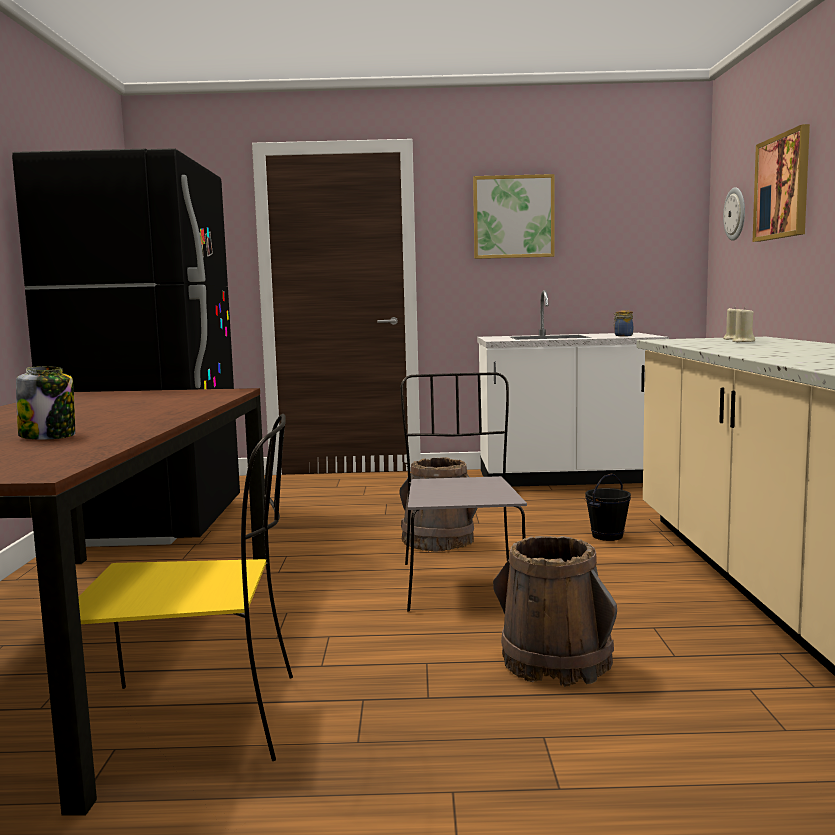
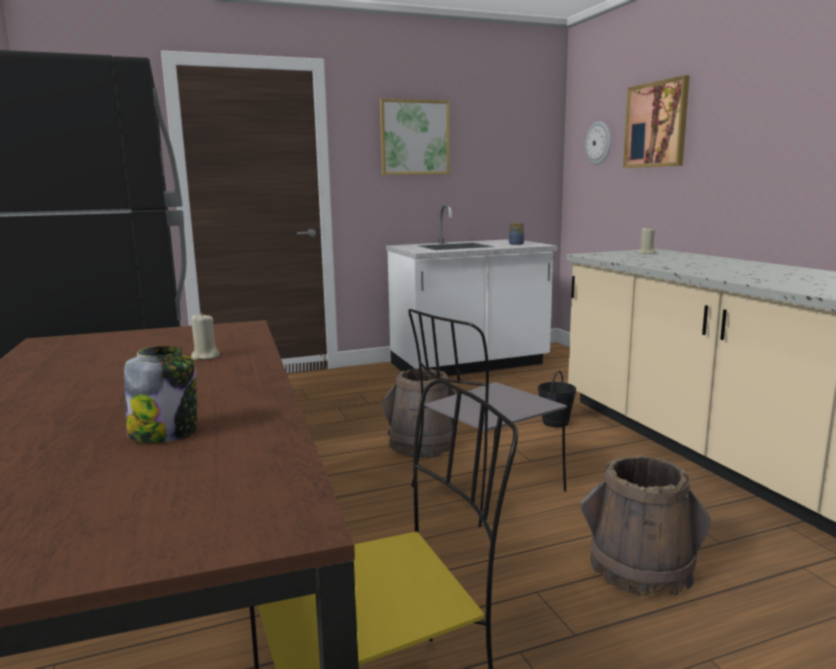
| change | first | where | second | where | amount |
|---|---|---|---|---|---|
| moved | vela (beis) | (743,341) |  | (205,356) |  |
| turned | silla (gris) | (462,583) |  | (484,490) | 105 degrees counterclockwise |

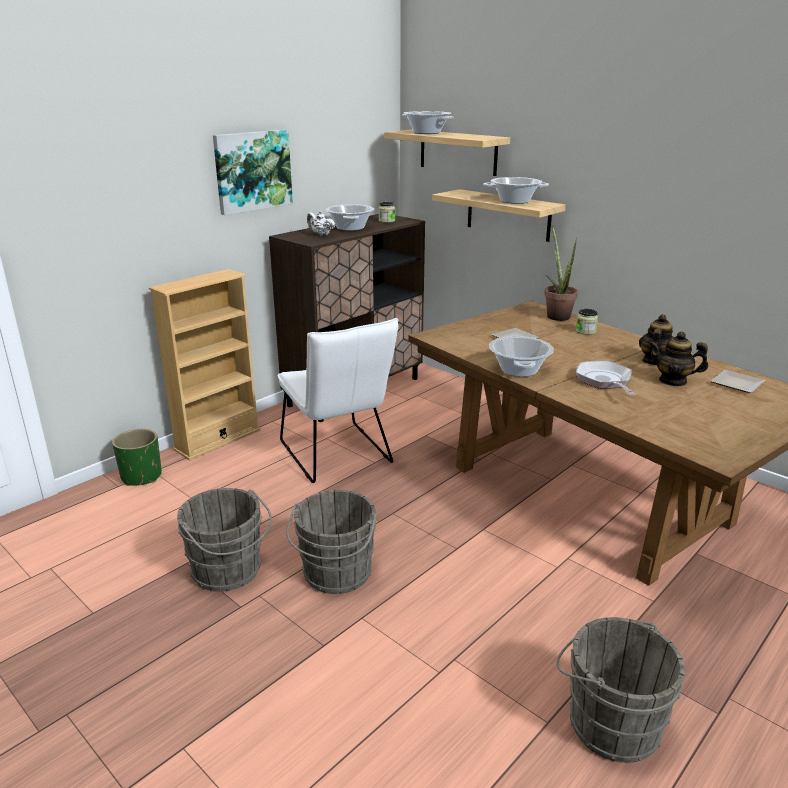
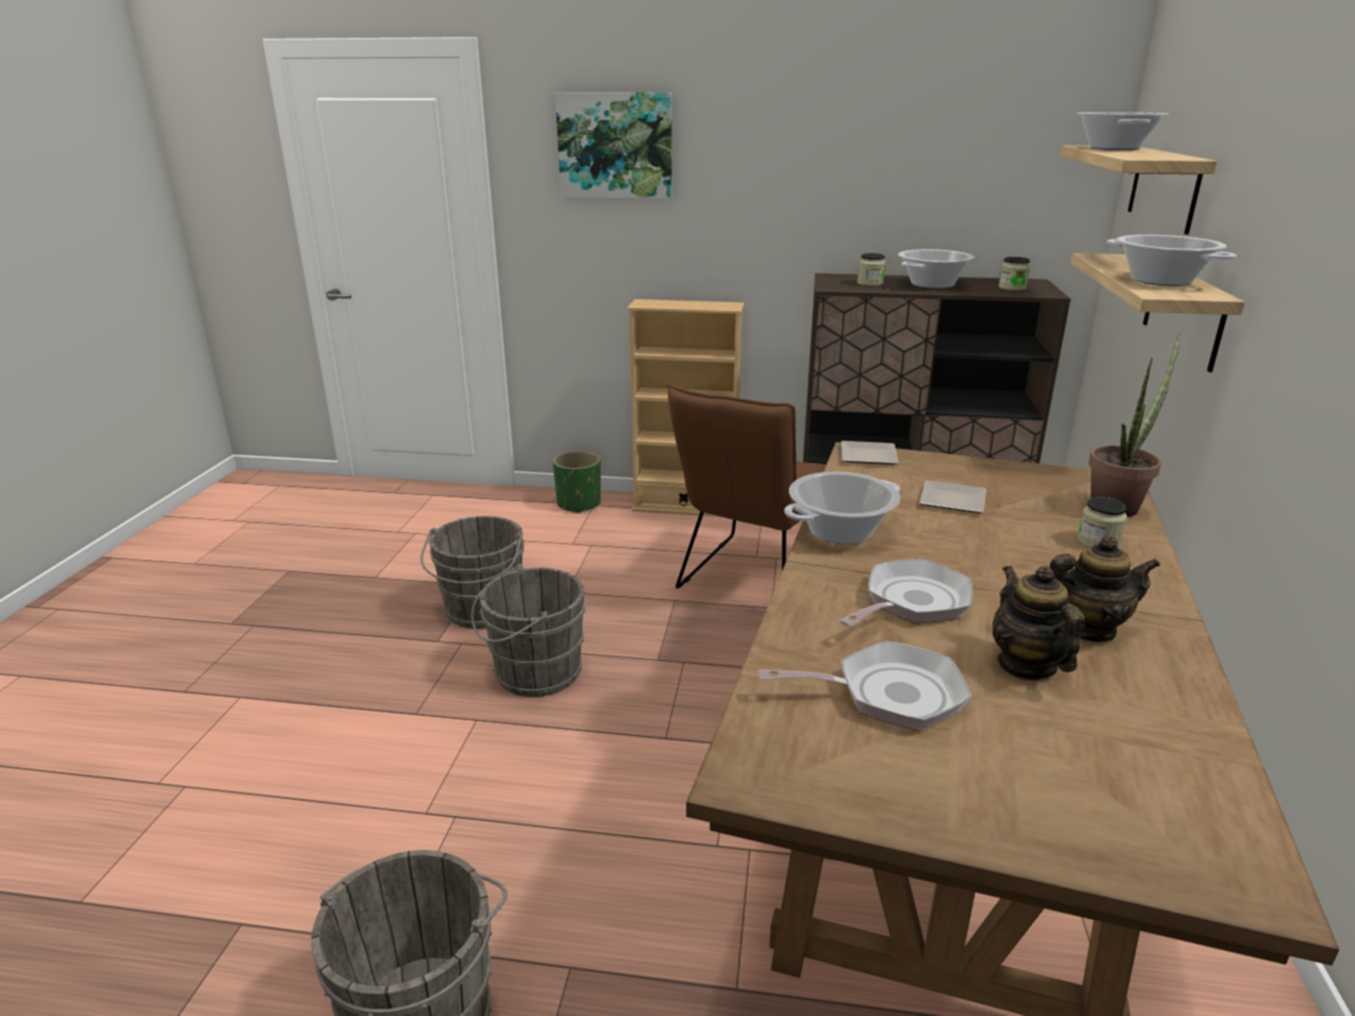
| change | first | where | second | where | amount |
|---|---|---|---|---|---|
| added |  |  | sartén | (889,694) |  |
| moved | cuadro | (252,171) |  | (615,145) |  |
| moved | plato | (734,384) |  | (866,455) |  |
| replaced | tetera (blanco) | (320,235) | tarro | (870,283) |  |
| recoloured | silla (blanco) | (338,456) | silla (marrón) | (751,580) |  |

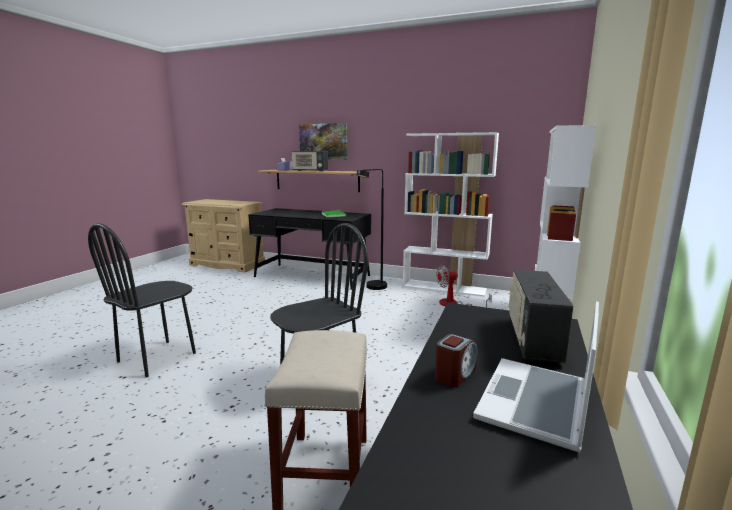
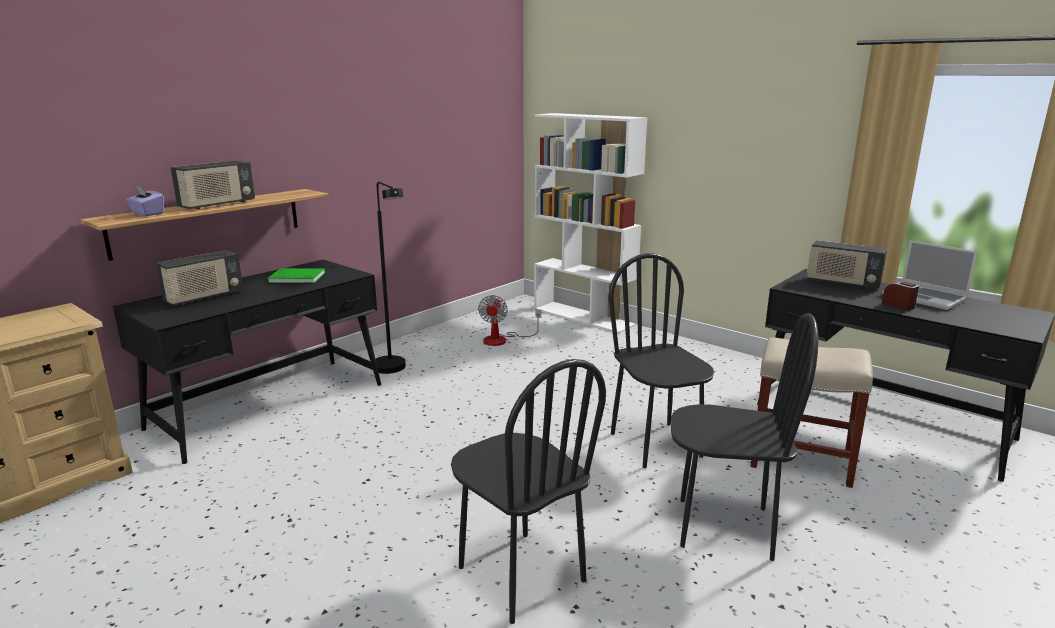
| change | first | where | second | where | amount |
|---|---|---|---|---|---|
| removed | cuadro | (323,141) |  |  |  |
| removed | estantería (blanco) | (444,288) |  |  |  |
| added |  |  | radio | (204,297) |  |
| added |  |  | silla (negro) | (724,527) |  |

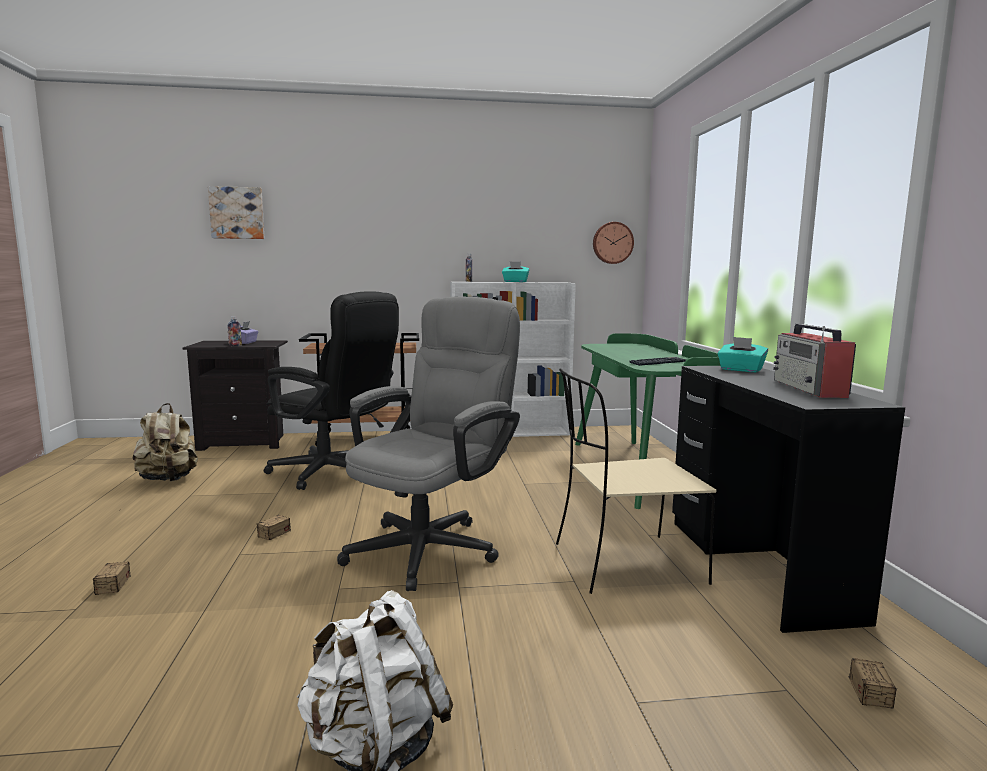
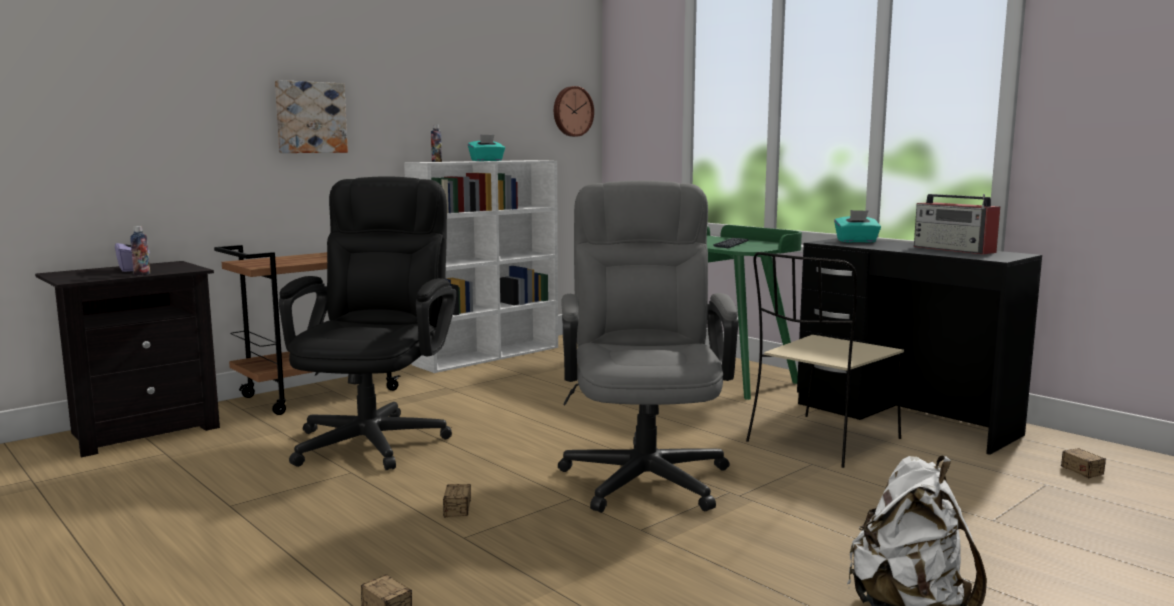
| change | first | where | second | where | amount |
|---|---|---|---|---|---|
| removed | mochila (beis) | (168,479) |  |  |  |
| moved | cuadro | (237,213) |  | (310,117) |  |
| turned | silla de oficina (negro) | (334,473) |  | (376,437) | 75 degrees counterclockwise |

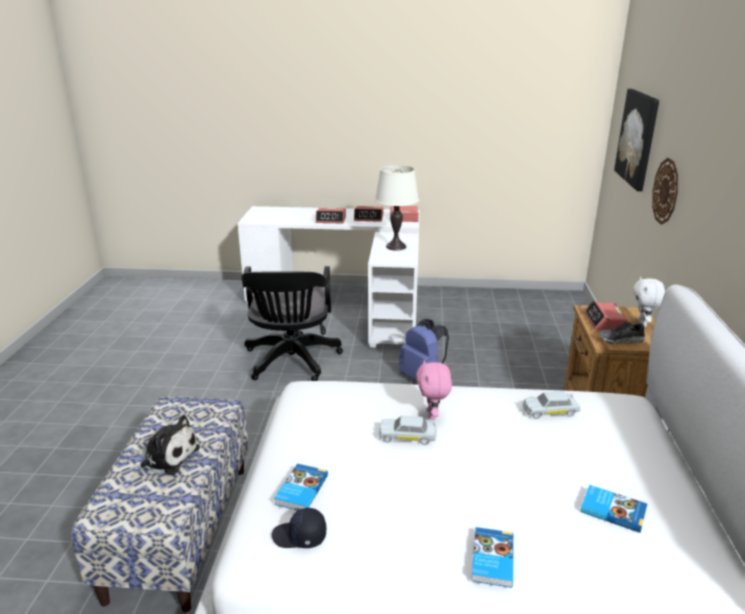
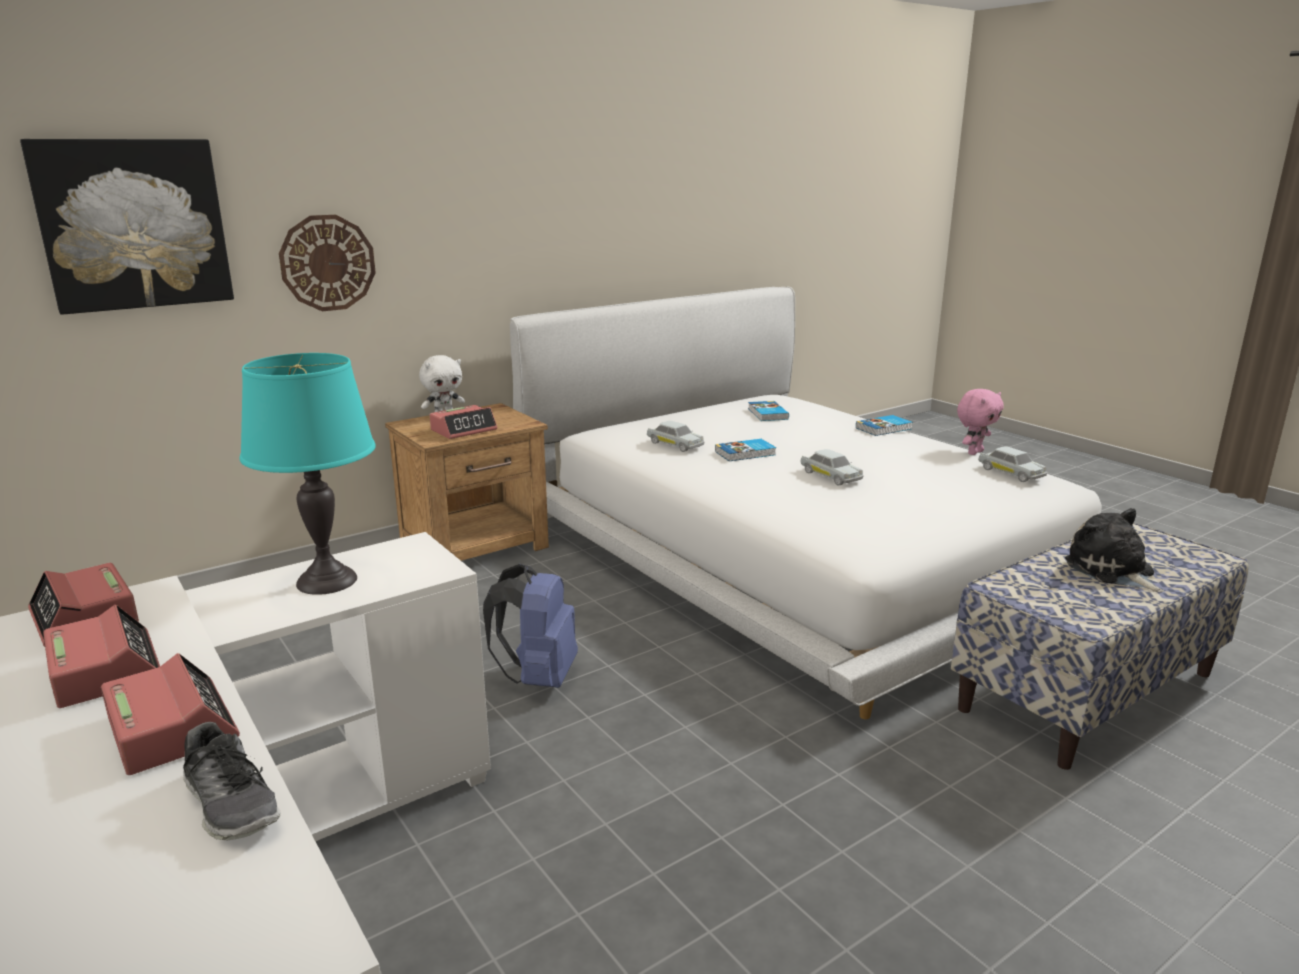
| change | first | where | second | where | amount |
|---|---|---|---|---|---|
| removed | silla de oficina (negro) | (291,362) |  |  |  |
| moved | libro | (300,490) |  | (746,453) |  |
| moved | peluche (rosa) | (432,415) |  | (974,452) |  |
| moved | zapato | (620,340) |  | (232,804) |  |
| replaced | gorra (negro) | (299,537) | coche de juguete (blanco) | (1010,473) |  |
| recoloured | lámpara de mesa (blanco) | (395,246) | lámpara de mesa (turquesa) | (327,581) |  |

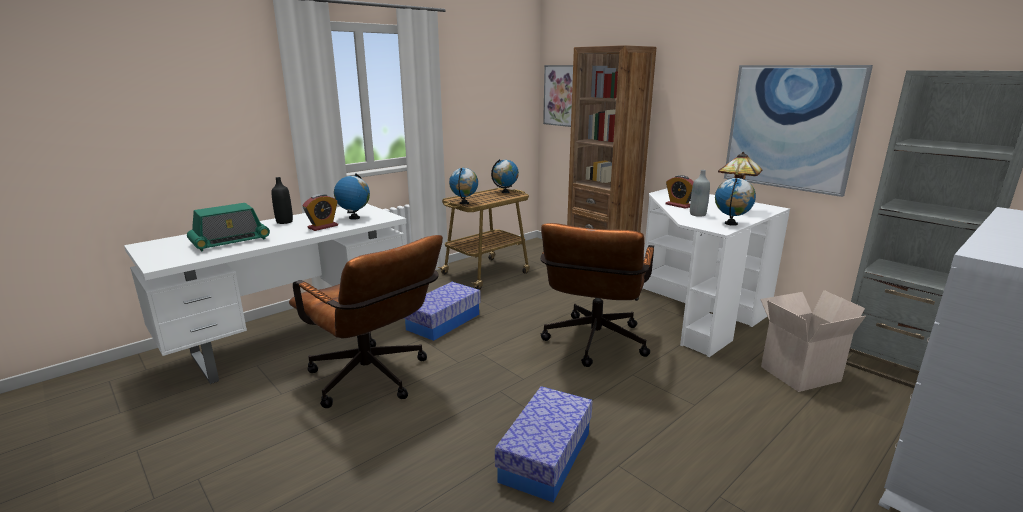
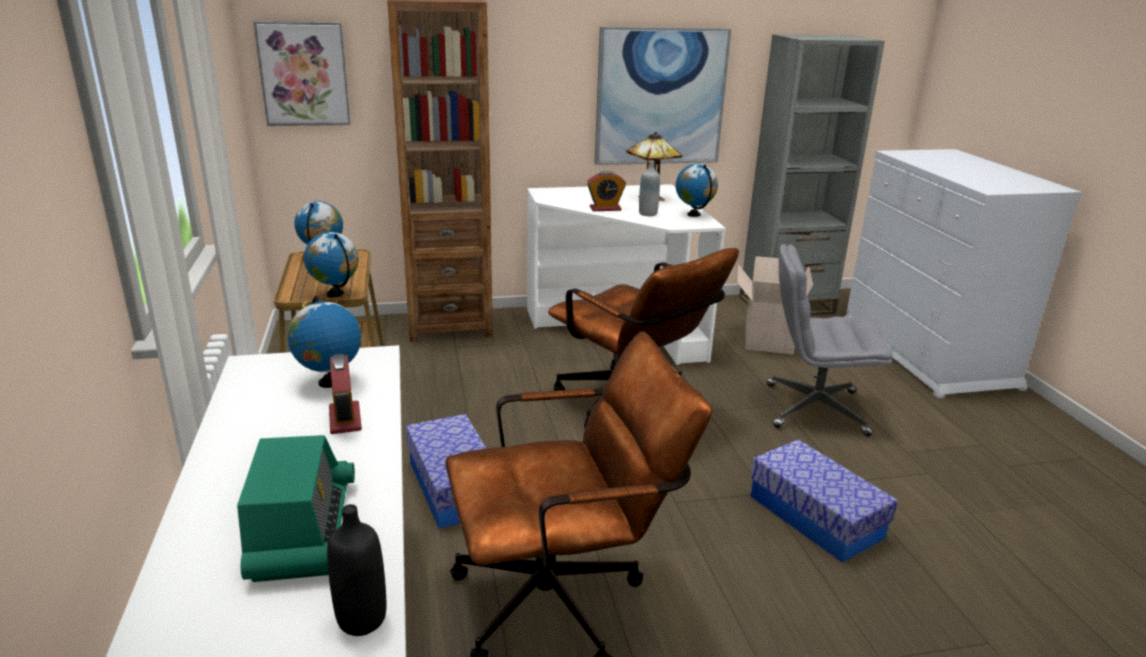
| change | first | where | second | where | amount |
|---|---|---|---|---|---|
| added |  |  | silla de oficina (gris) | (813,409) |  |
| moved | botella (negro) | (284,222) |  | (361,619) |  |

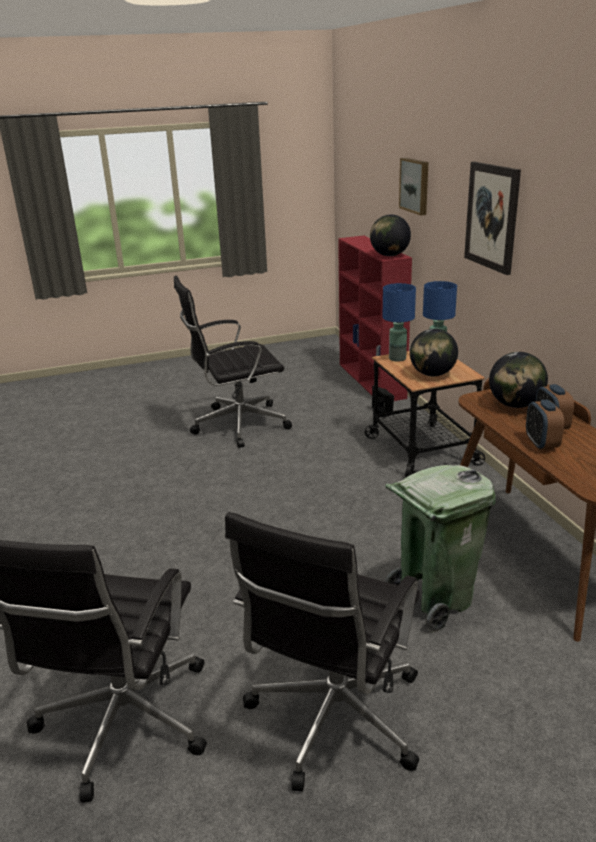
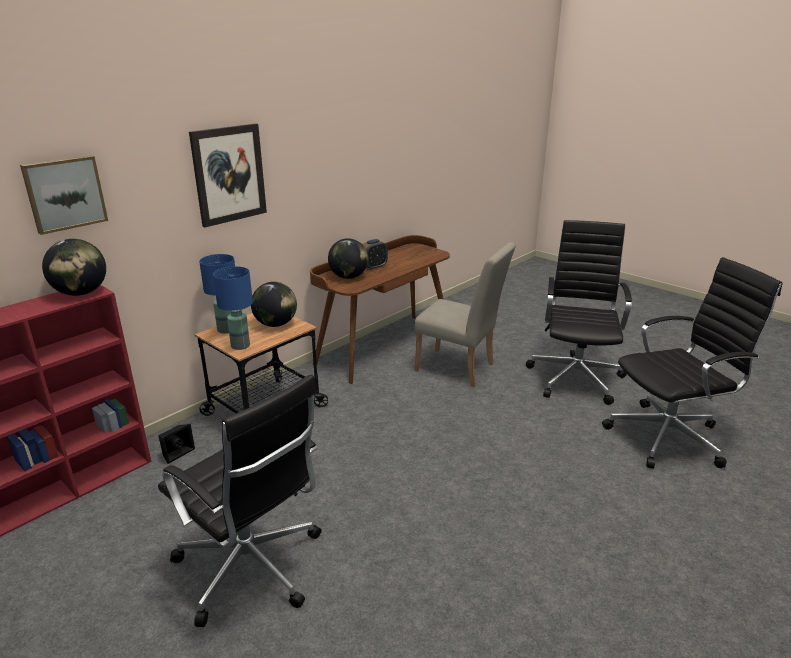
| change | first | where | second | where | amount |
|---|---|---|---|---|---|
| removed | despertador | (541,443) |  |  |  |
| replaced | papelera (verde) | (434,599) | silla (beis) | (460,369) |  |
| turned | silla de oficina (negro) | (333,719) |  | (575,377) | 75 degrees counterclockwise |

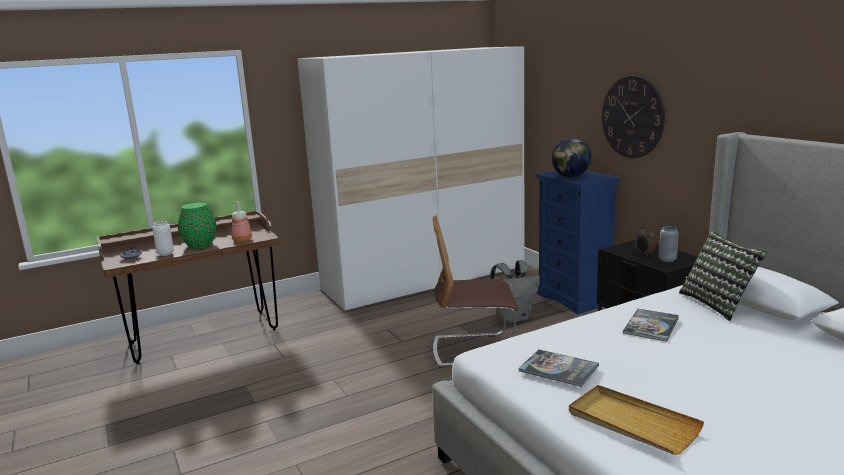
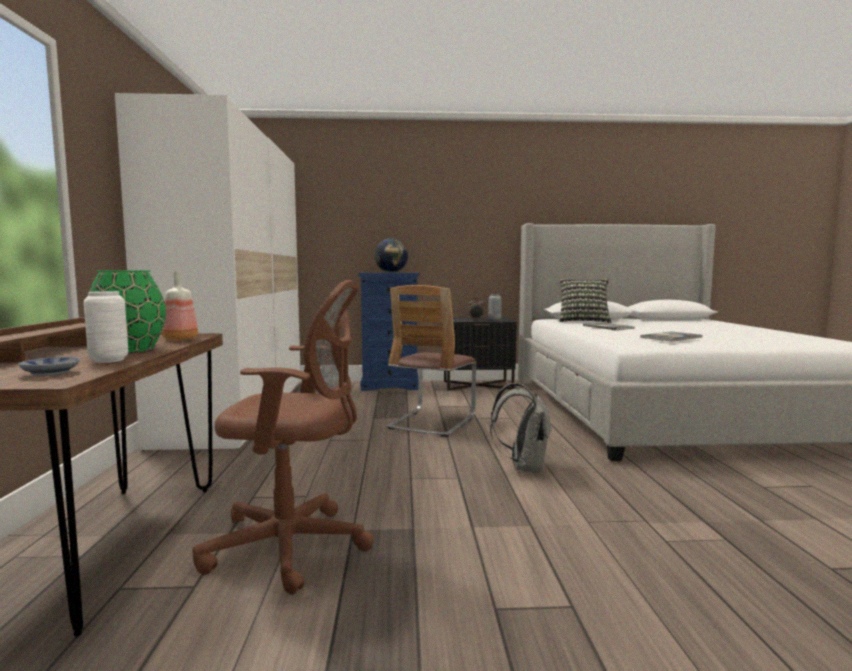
| change | first | where | second | where | amount |
|---|---|---|---|---|---|
| removed | bandeja (beis) | (632,423) |  |  |  |
| removed | reloj de pared | (632,117) |  |  |  |
| added |  |  | silla de oficina (marrón) | (294,547) |  |
| moved | mochila (gris) | (514,318) |  | (524,467) |  |

